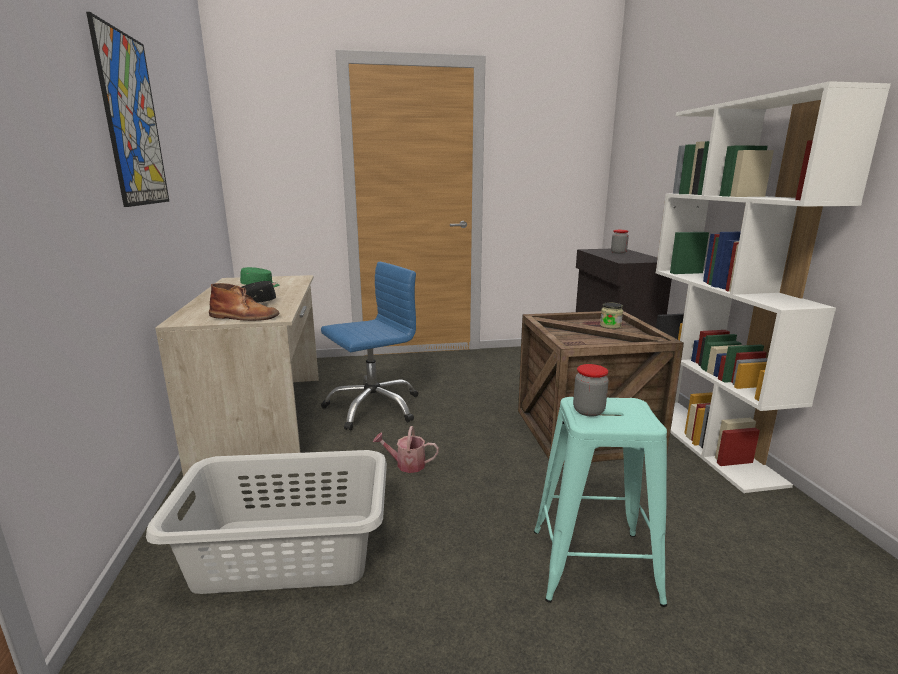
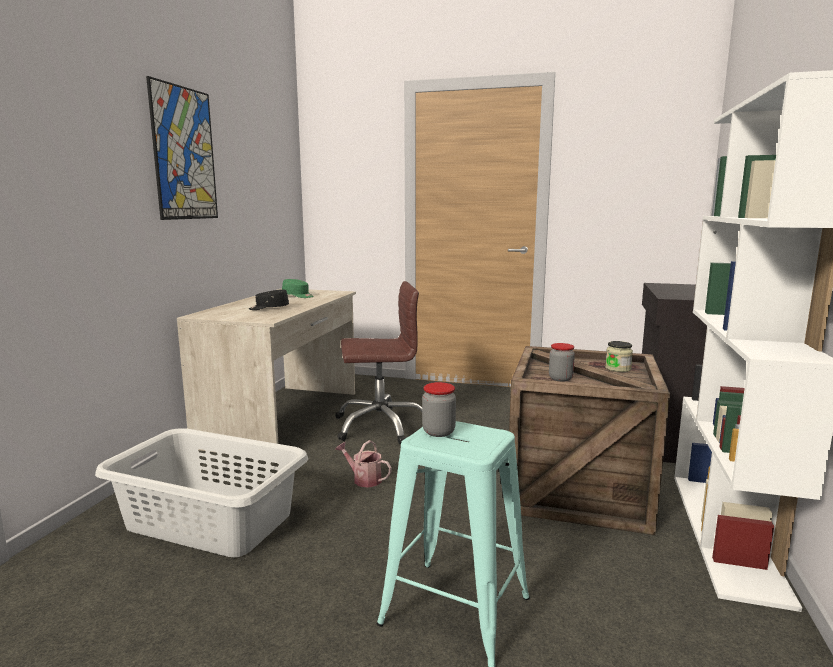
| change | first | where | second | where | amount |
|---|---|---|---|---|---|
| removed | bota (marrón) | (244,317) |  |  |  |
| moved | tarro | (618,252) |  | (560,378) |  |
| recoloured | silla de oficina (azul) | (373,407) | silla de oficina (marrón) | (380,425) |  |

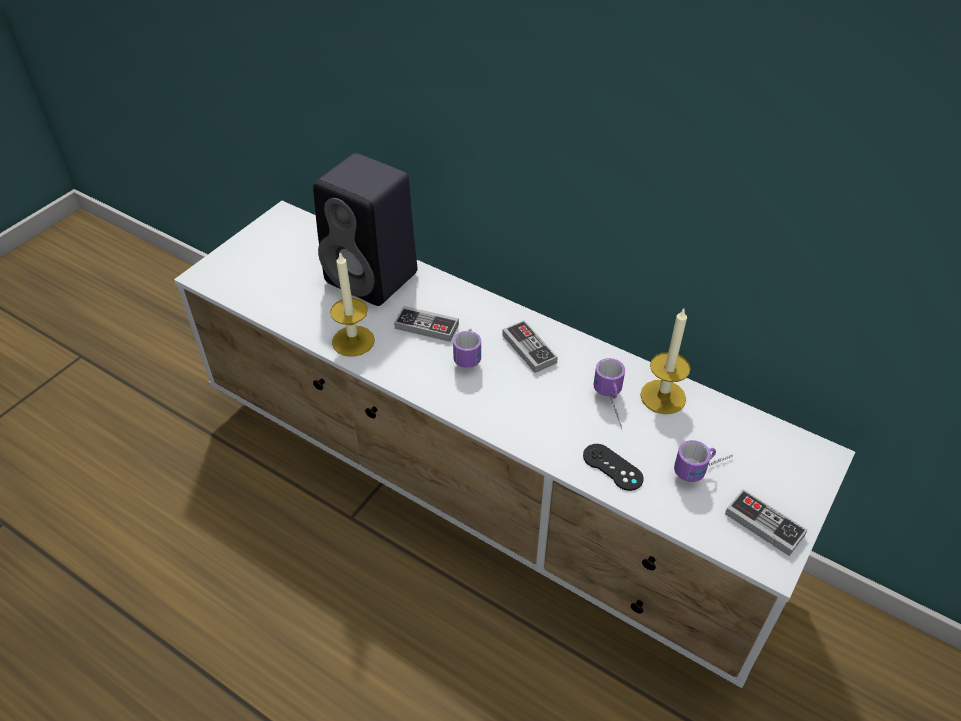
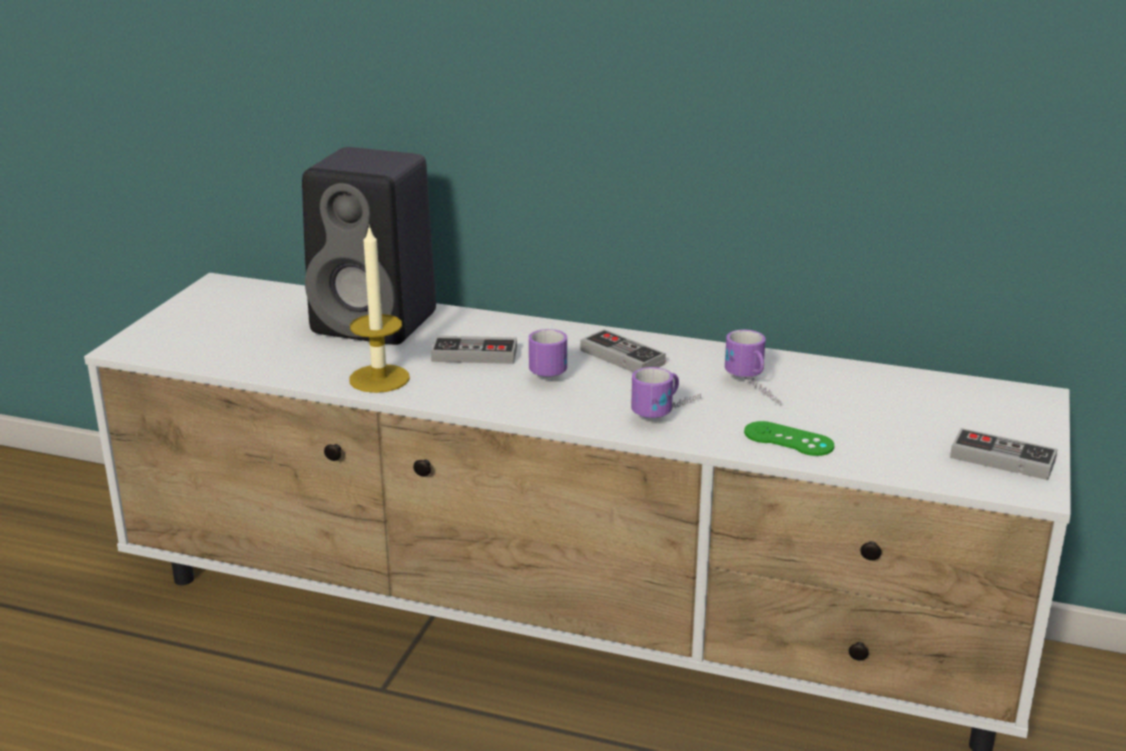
| change | first | where | second | where | amount |
|---|---|---|---|---|---|
| removed | vela | (663,397) |  |  |  |
| moved | taza grande | (703,469) |  | (669,413) |  |
| recoloured | mando de consola (negro) | (612,467) | mando de consola (verde) | (788,439) |  |

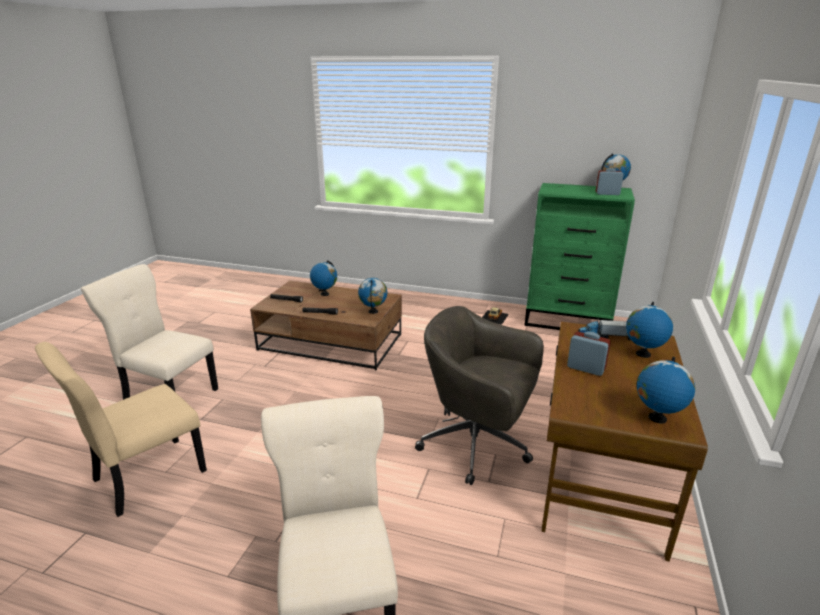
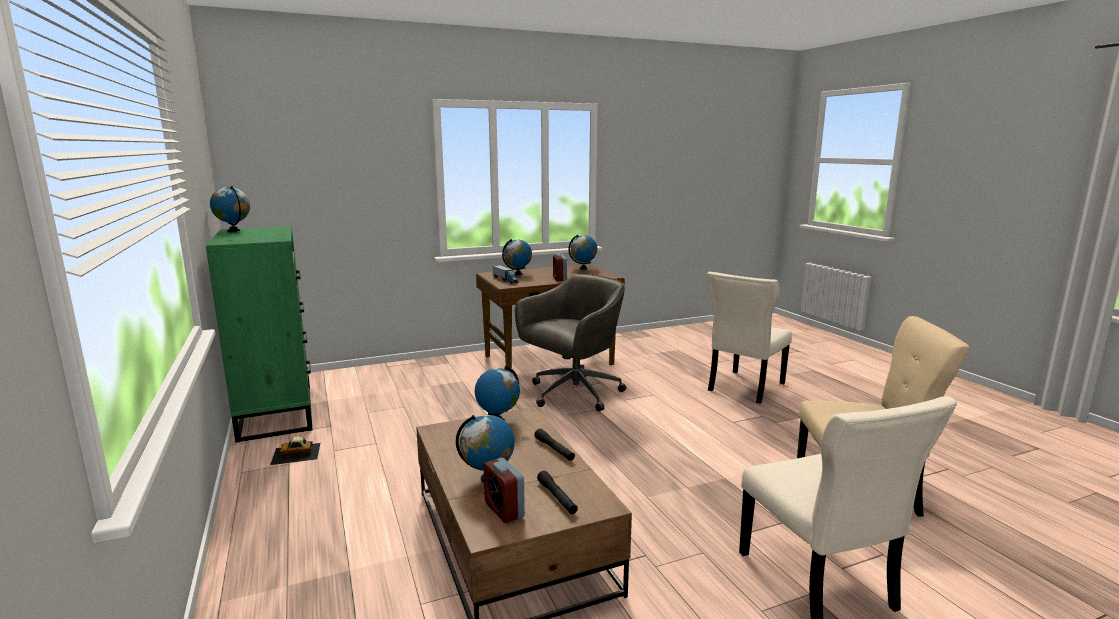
| change | first | where | second | where | amount |
|---|---|---|---|---|---|
| moved | despertador | (607,193) |  | (504,510) |  |
| turned | silla de oficina (gris) | (477,445) |  | (573,394) | 120 degrees counterclockwise |

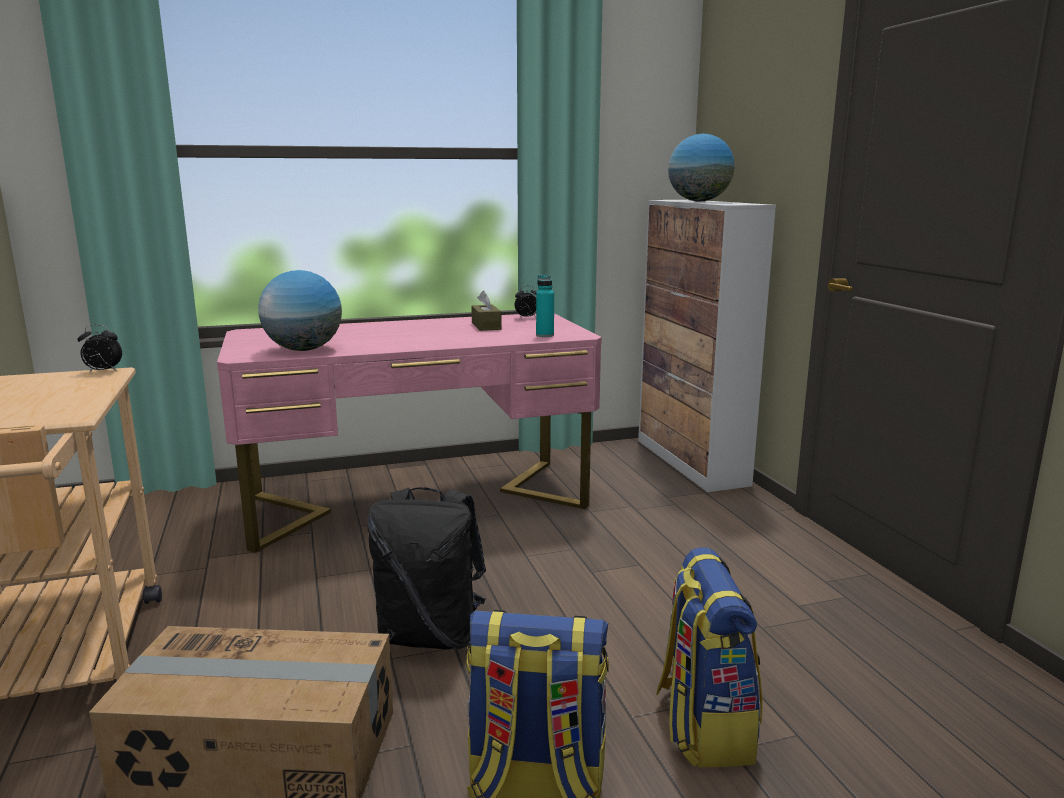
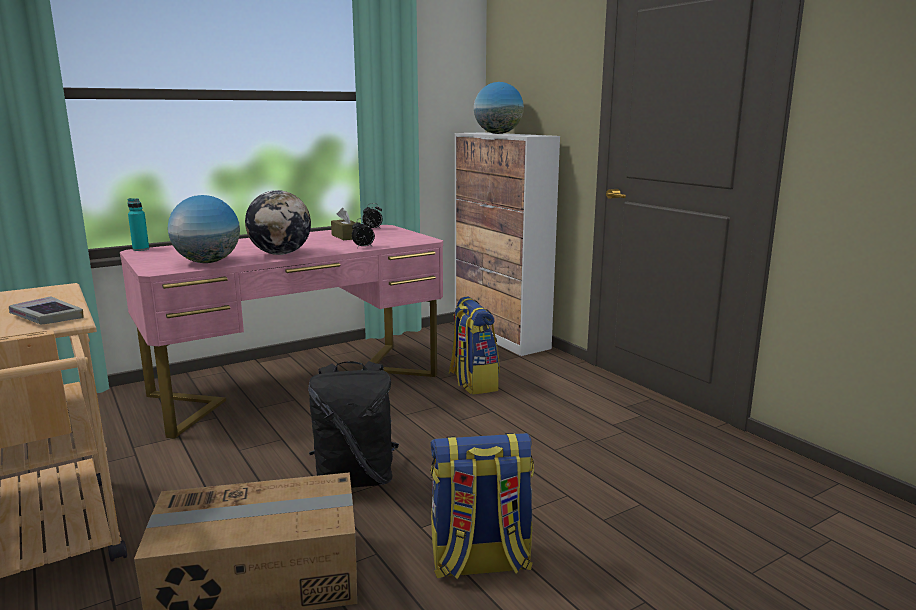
| change | first | where | second | where | amount |
|---|---|---|---|---|---|
| added |  |  | libro | (47,317) |  |
| added |  |  | globo terráqueo | (280,254) |  |
| moved | despertador | (103,371) |  | (364,247) |  |
| moved | botella (turquesa) | (545,335) |  | (141,249) |  |
| moved | mochila | (703,726) |  | (472,383) |  |

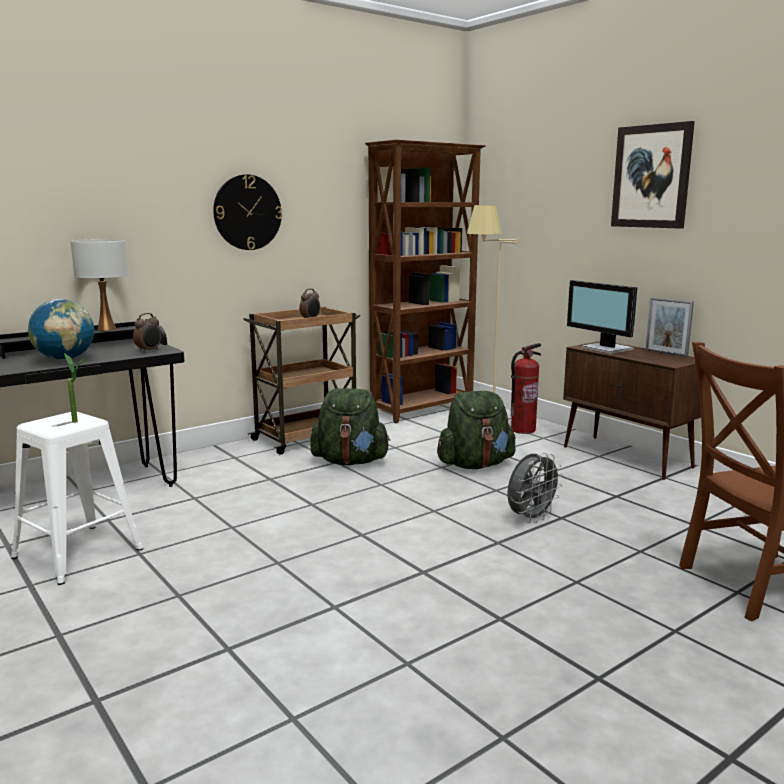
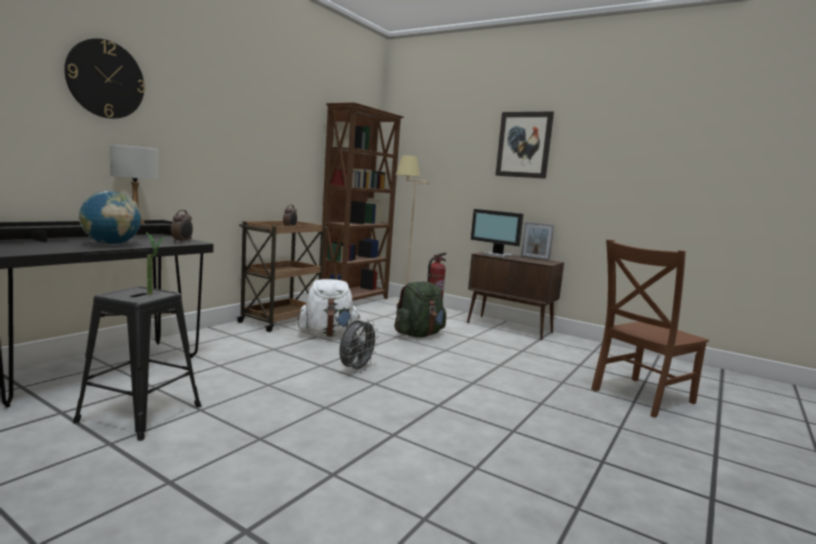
| change | first | where | second | where | amount |
|---|---|---|---|---|---|
| moved | reloj de pared | (247,212) |  | (105,79) |  |
| moved | ventilador (gris) | (531,518) |  | (356,370) |  |
| recoloured | taburete (blanco) | (77,554) | taburete (negro) | (140,414) |  |
| recoloured | mochila (verde) | (350,461) | mochila (blanco) | (328,335) |  |

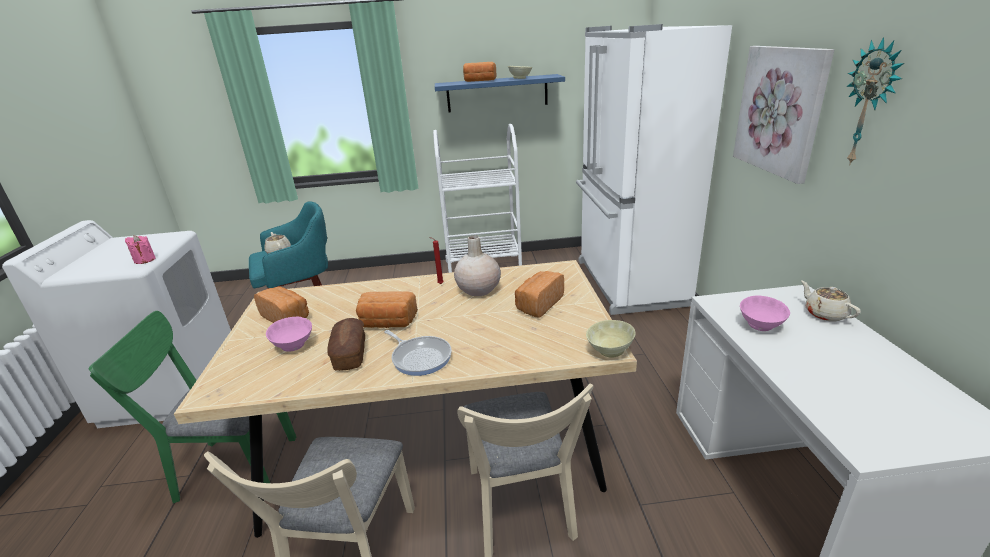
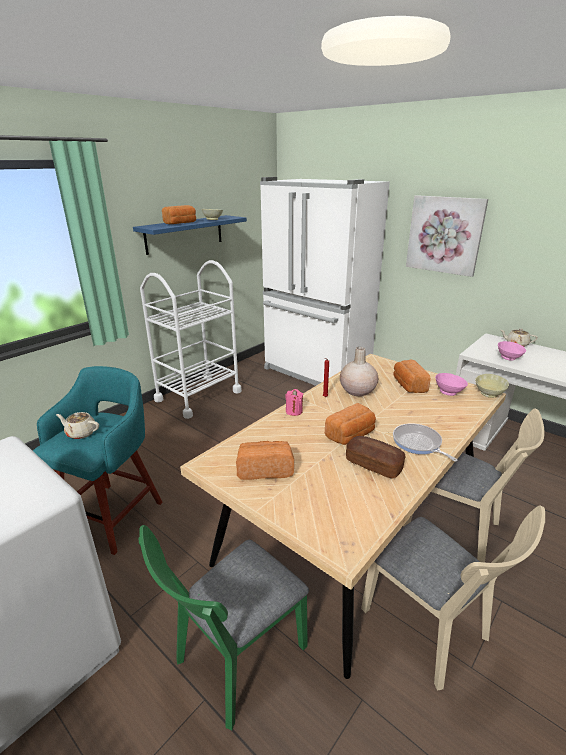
| change | first | where | second | where | amount |
|---|---|---|---|---|---|
| removed | reloj de pared | (870,104) |  |  |  |
| moved | vela (rosa) | (145,260) |  | (294,411) |  |
| moved | cuenco (rosa) | (293,346) |  | (449,392) |  |
| turned | sartén | (420,357) |  | (418,443) | 120 degrees counterclockwise |

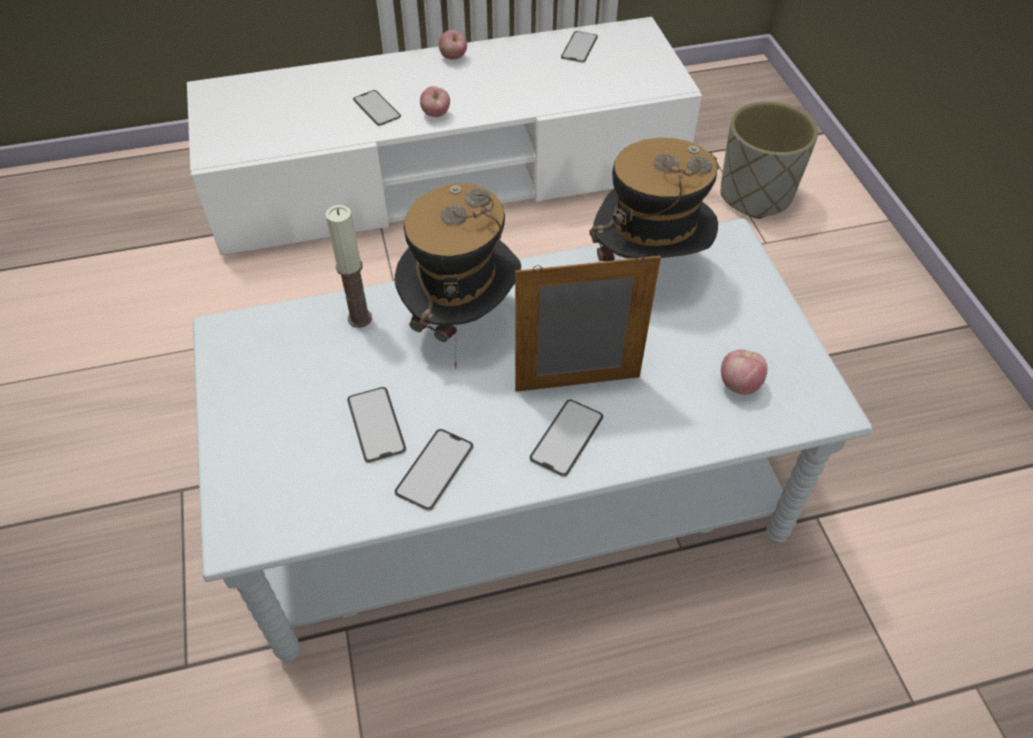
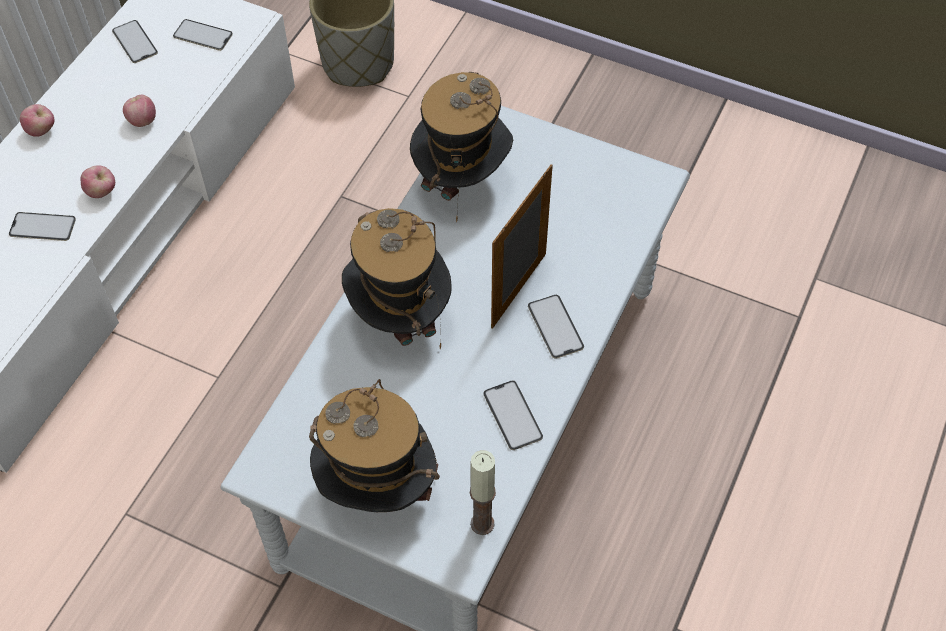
| change | first | where | second | where | amount |
|---|---|---|---|---|---|
| added |  |  | sombrero | (377,490) |  |
| moved | vela | (359,318) |  | (482,523) |  |
| moved | móvil | (376,424) |  | (203,35) |  |
| moved | manzana | (739,384) |  | (142,121) |  |

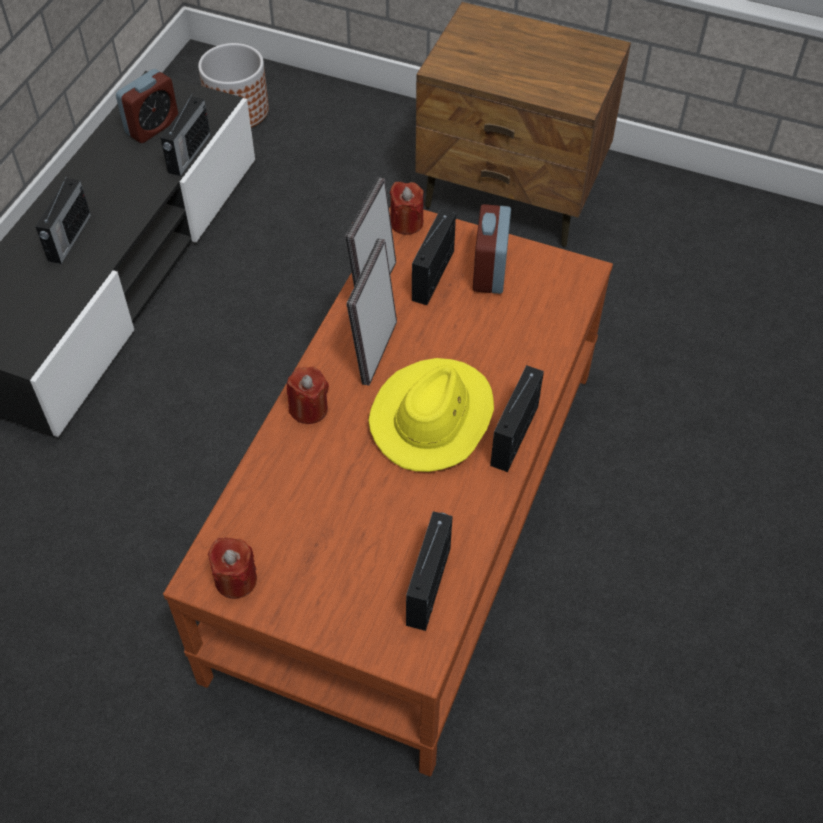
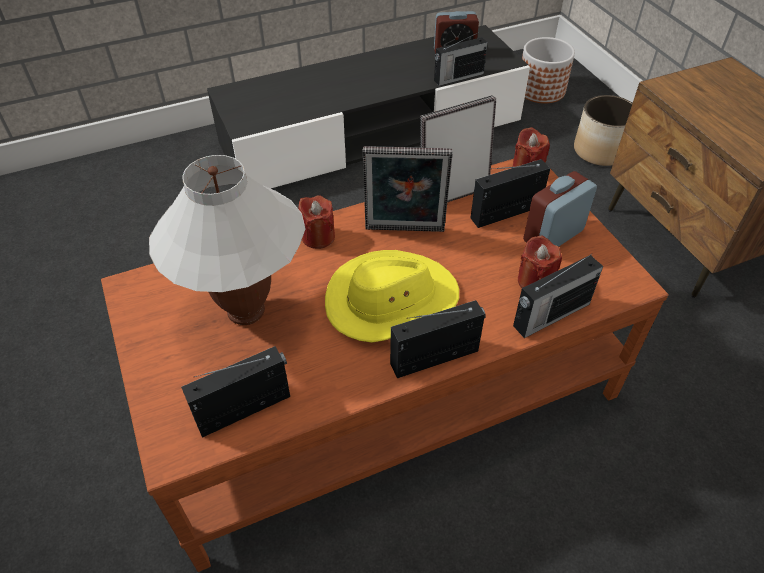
| change | first | where | second | where | amount |
|---|---|---|---|---|---|
| added |  |  | lámpara de mesa (blanco) | (245,312) |  |
| added |  |  | maceta | (600,151) |  |
| moved | radio | (68,239) |  | (550,315) |  |
| moved | vela (rojo) | (236,580) |  | (535,281) |  |
| turned | portarretratos | (374,351) |  | (404,232) | 150 degrees counterclockwise |

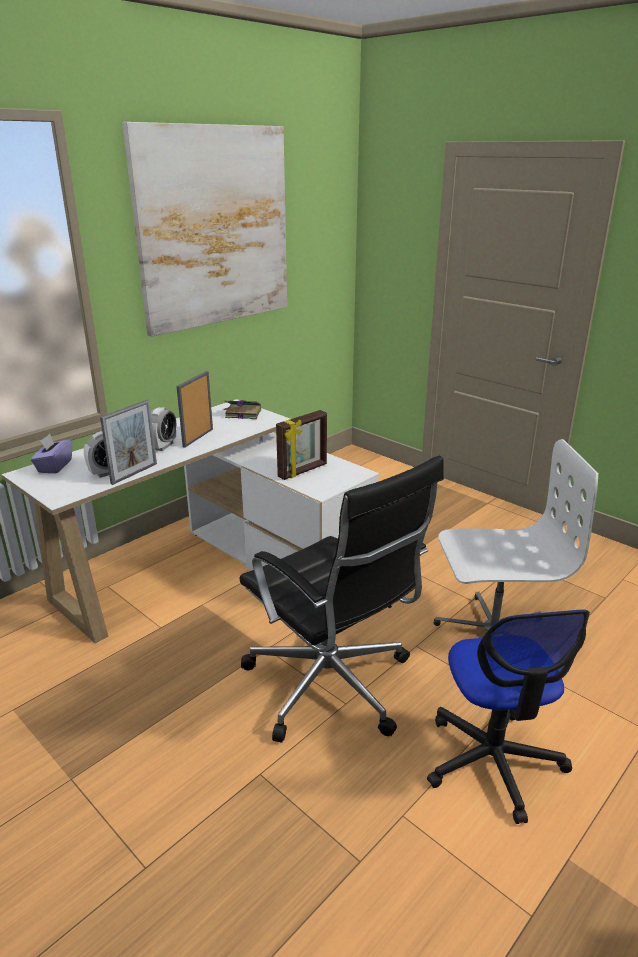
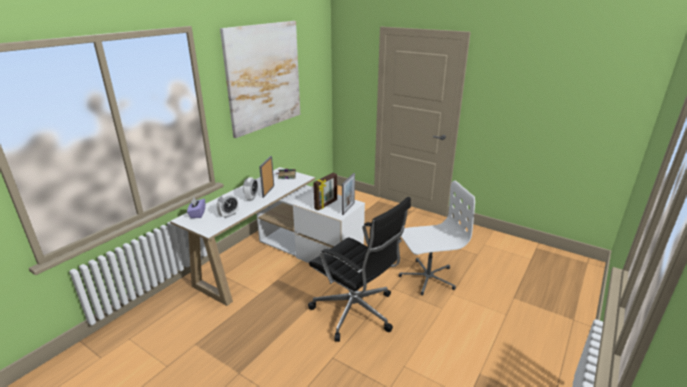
| change | first | where | second | where | amount |
|---|---|---|---|---|---|
| removed | silla de oficina | (493,761) |  |  |  |
| moved | portarretratos | (134,473) |  | (348,208) |  |

